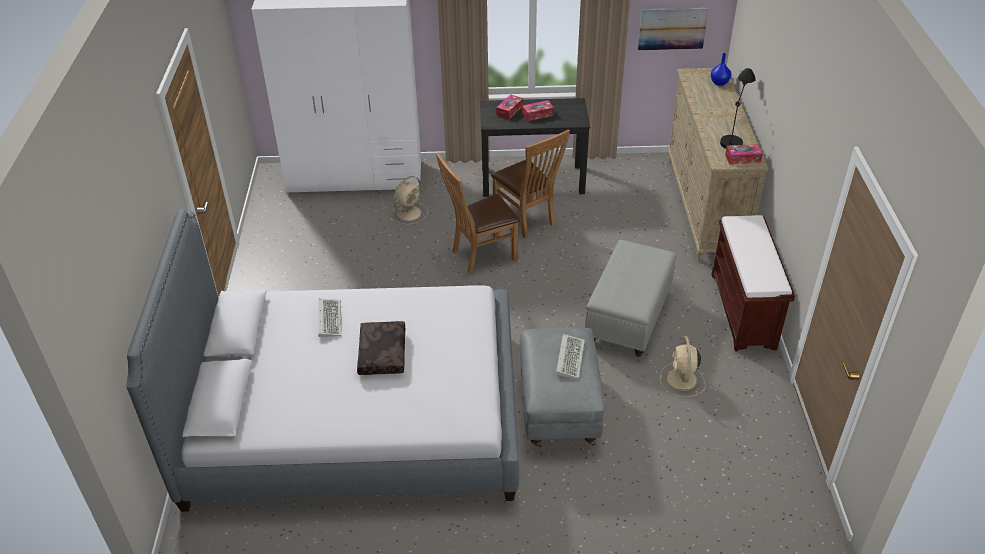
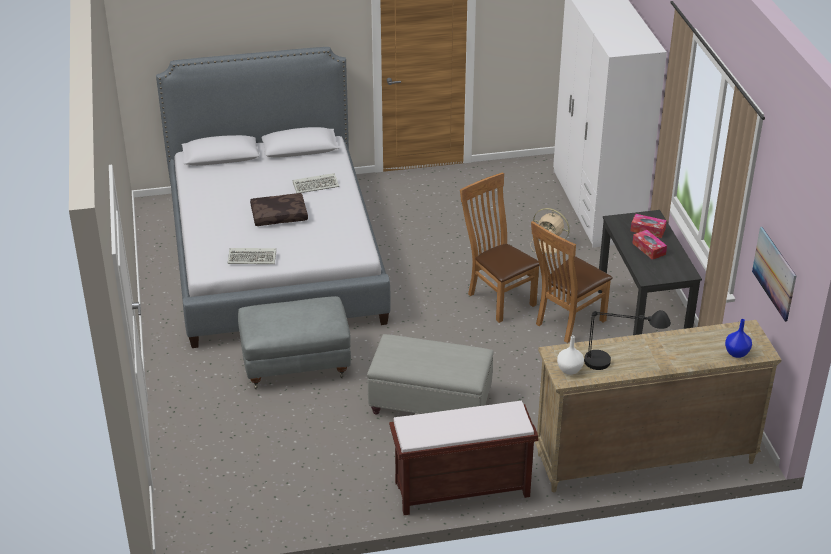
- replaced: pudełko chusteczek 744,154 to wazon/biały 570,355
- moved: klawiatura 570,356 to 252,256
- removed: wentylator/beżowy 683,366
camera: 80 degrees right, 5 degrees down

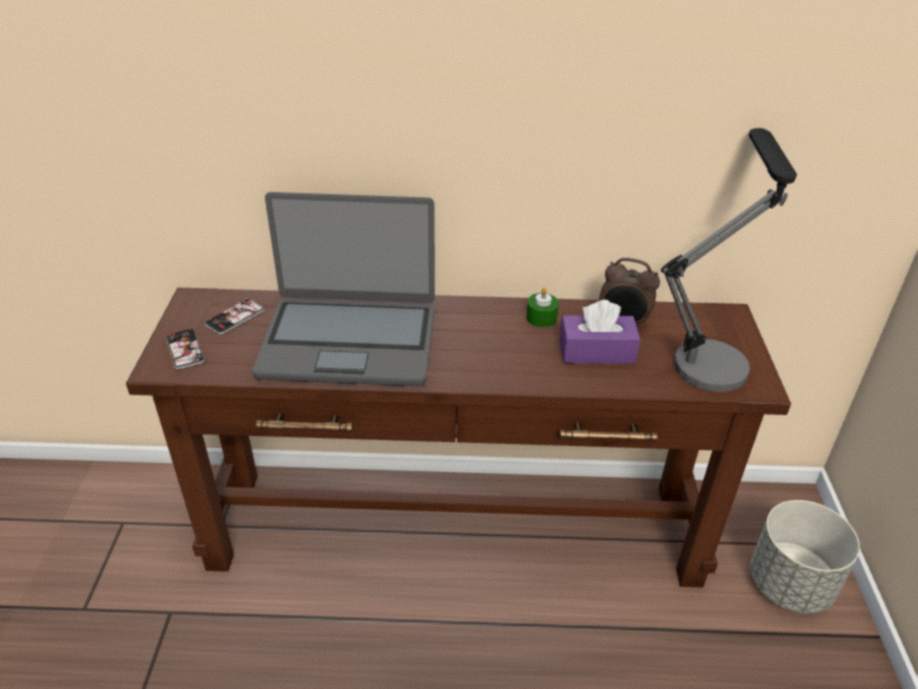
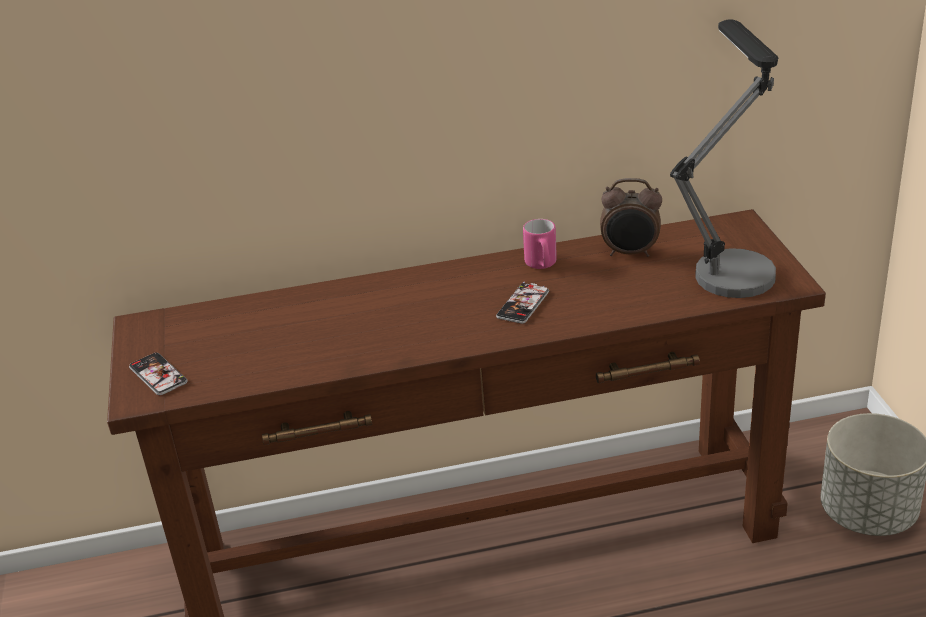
- removed: laptop 344,289
- replaced: świeca/zielony 542,308 to kubek/różowy 540,244
- moved: telefon 234,316 to 522,303
- removed: pudełko chusteczek/fioletowy 600,332
camera: 10 degrees left, 5 degrees down

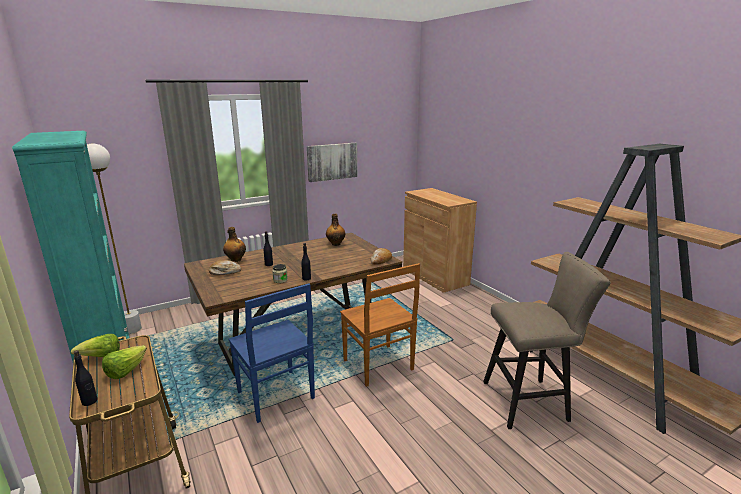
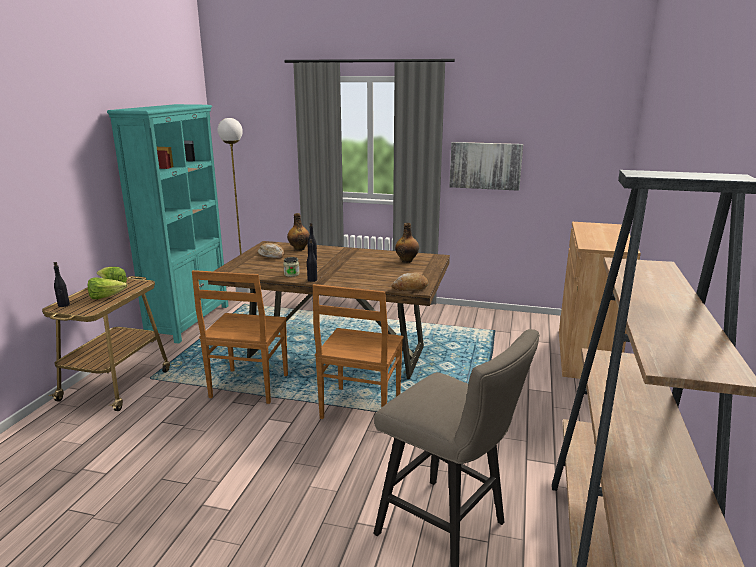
- recoloured: krzesło/niebieski 272,353 to krzesło/brązowy 240,337
camera: 45 degrees right, 0 degrees up

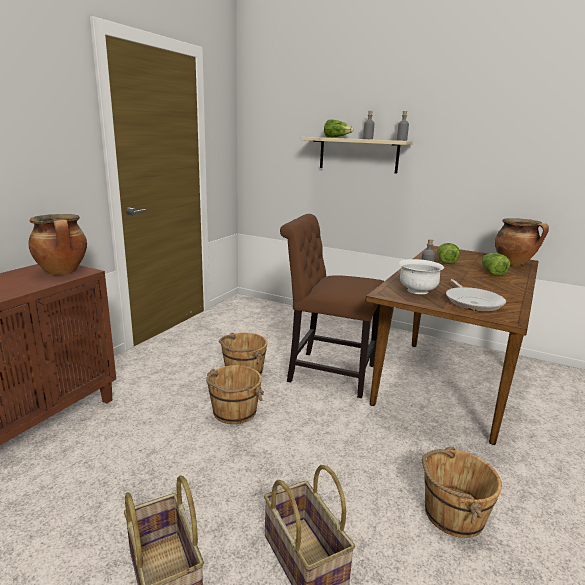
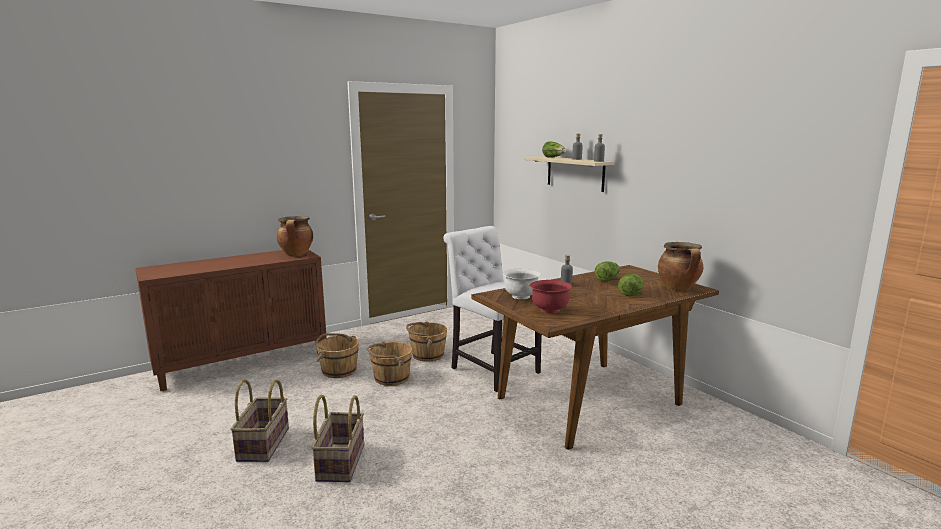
- recoloured: krzesło/brązowy 332,306 to krzesło/biały 492,309
- replaced: patelnia 476,295 to miska/czerwony 551,296
- moved: wiadro/brązowy 462,492 to 337,355
camera: 30 degrees right, 5 degrees down

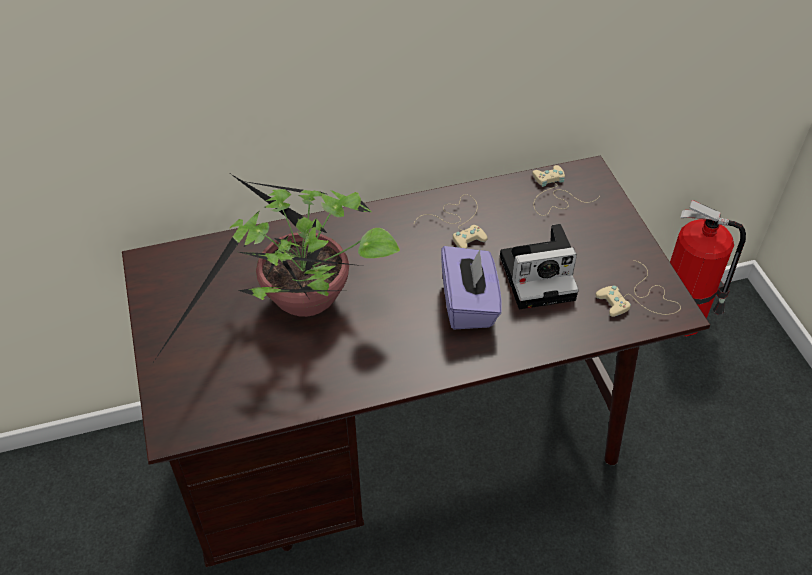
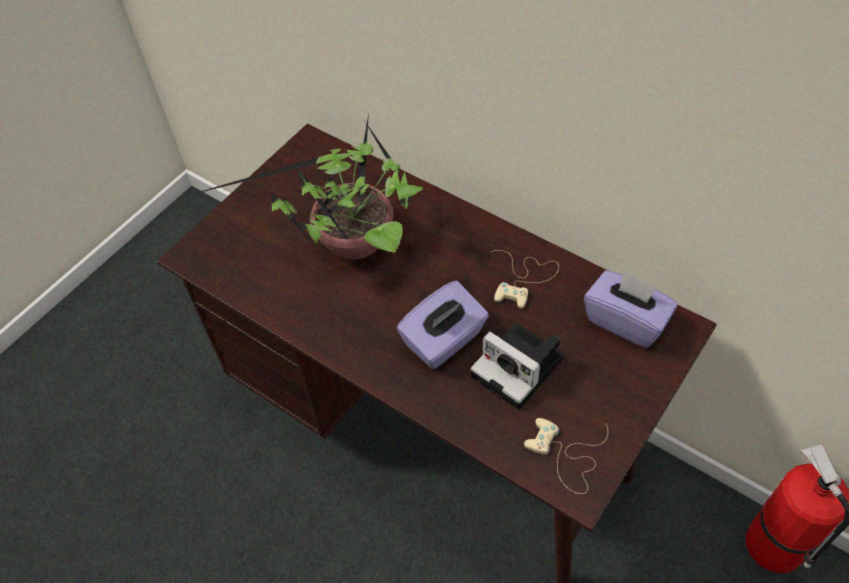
- replaced: pad do gier/beżowy 566,190 to pudełko chusteczek/fioletowy 631,309
camera: 55 degrees right, 5 degrees up

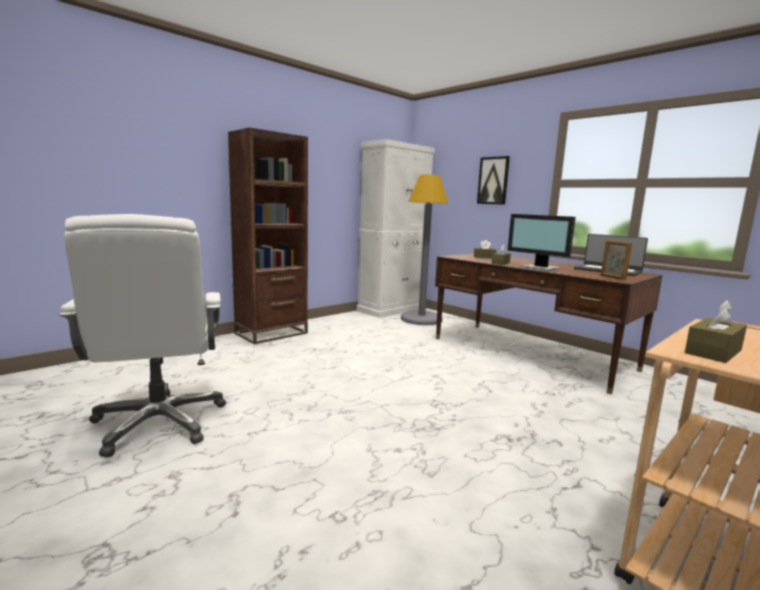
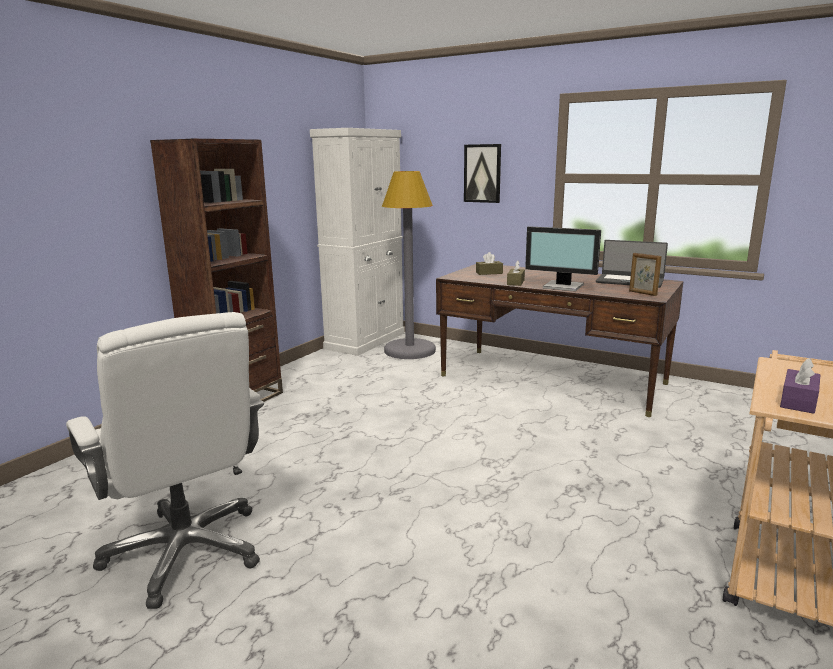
- recoloured: pudełko chusteczek/brązowy 716,331 to pudełko chusteczek/fioletowy 800,386
camera: 15 degrees left, 5 degrees up

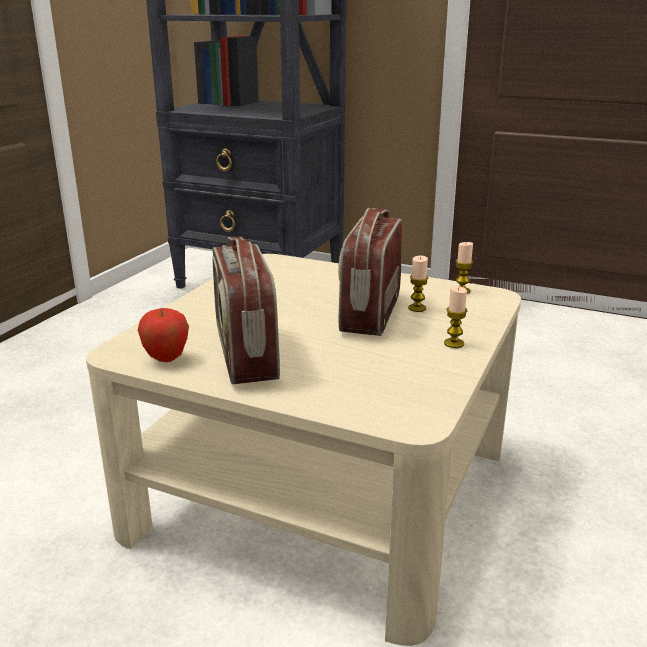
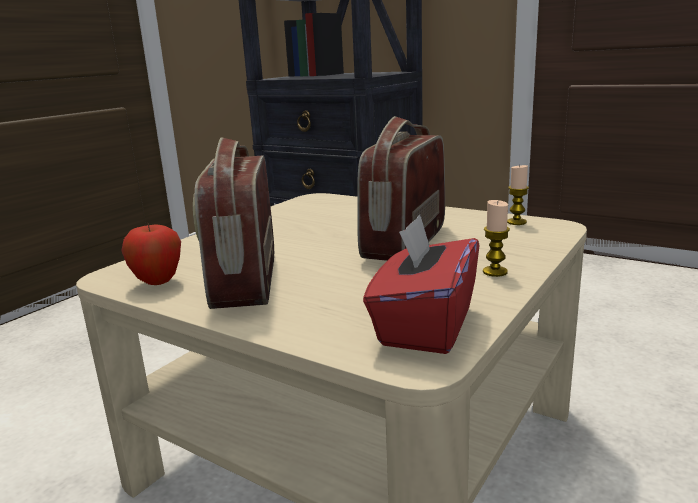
- removed: świeca 418,283
- added: pudełko chusteczek/czerwony 421,284
camera: 10 degrees right, 5 degrees down

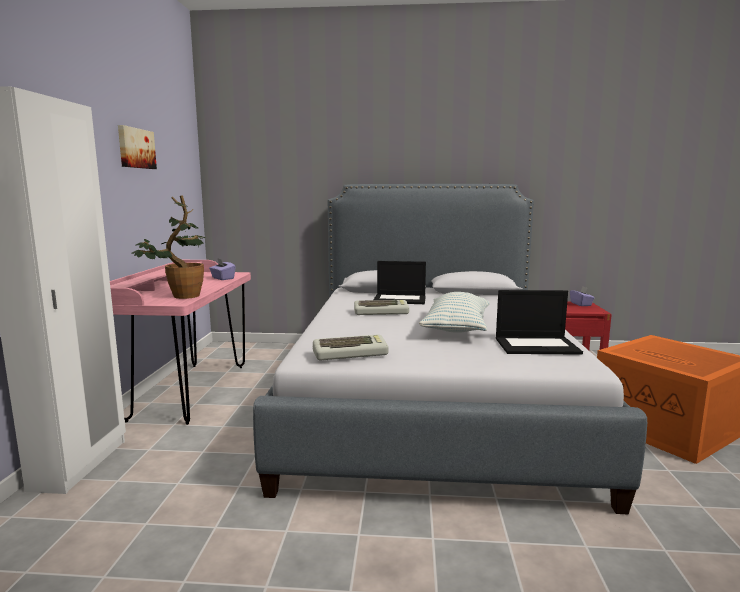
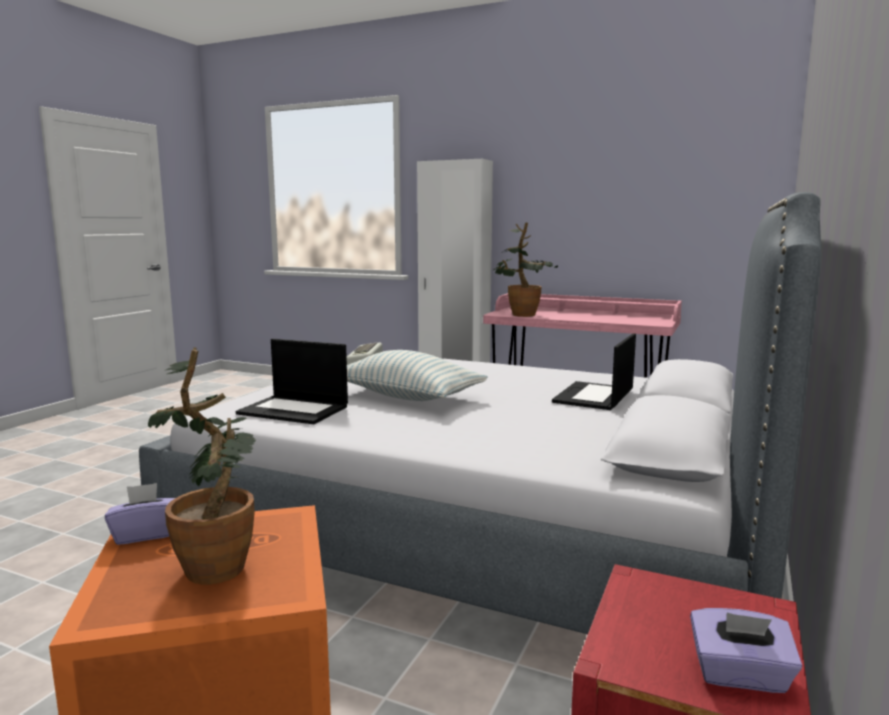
- removed: obraz 137,147
- moved: pudełko chusteczek/fioletowy 222,269 to 140,514
- turned: laptop 539,322 = 292,381 90 degrees counterclockwise
- removed: klawiatura 381,307
- added: roślina doniczkowa 202,466
camera: 110 degrees right, 0 degrees up

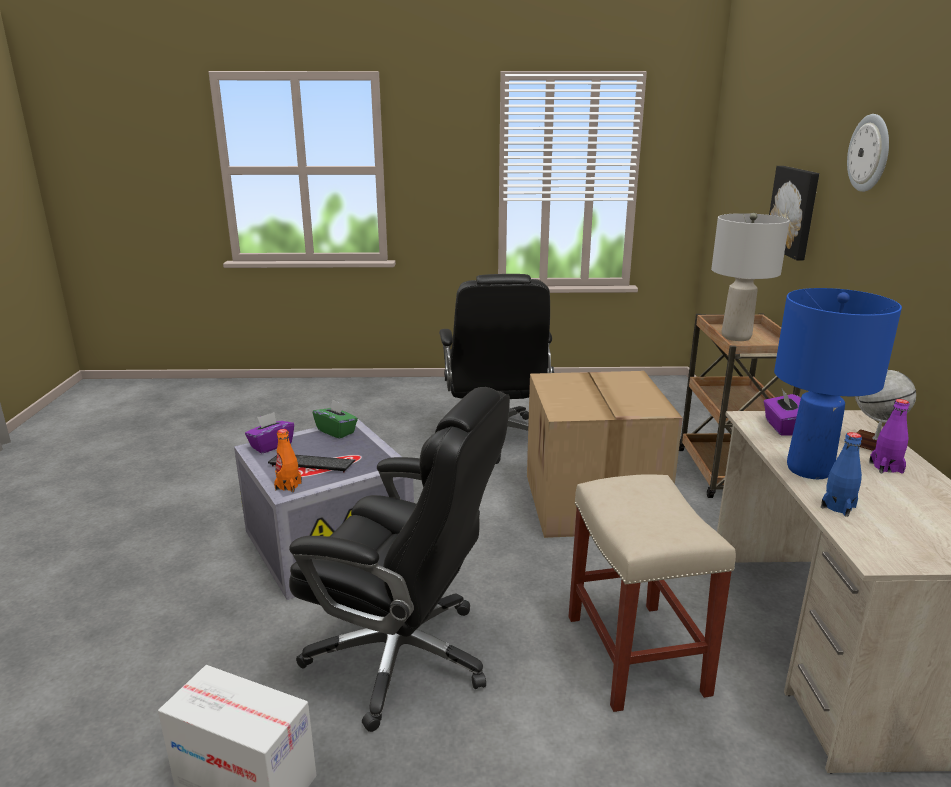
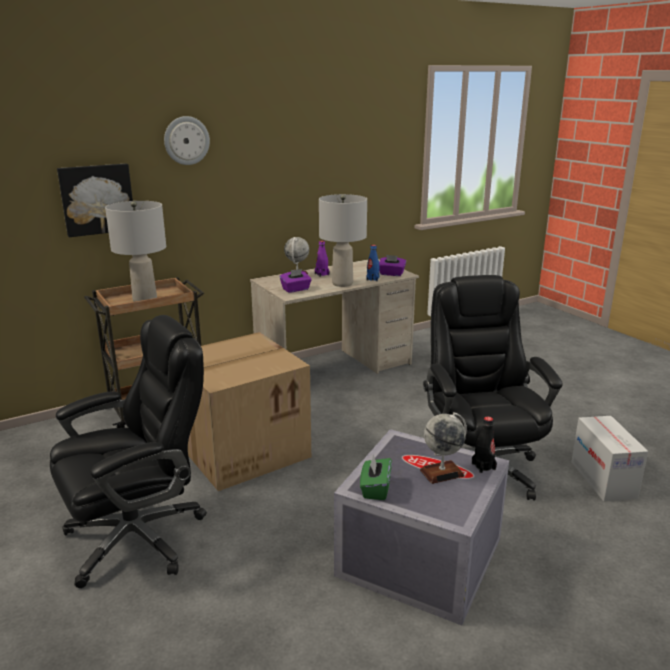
- recoloured: lampa stołowa/niebieski 838,383 to lampa stołowa/szary 343,240
- moved: pudełko chusteczek/fioletowy 269,433 to 392,265
- recoloured: butelka/pomarańczowy 288,460 to butelka/czarny 484,445
- replaced: klawiatura 312,464 to globus 443,448
- removed: stołek/beżowy 652,593
camera: 120 degrees left, 0 degrees up

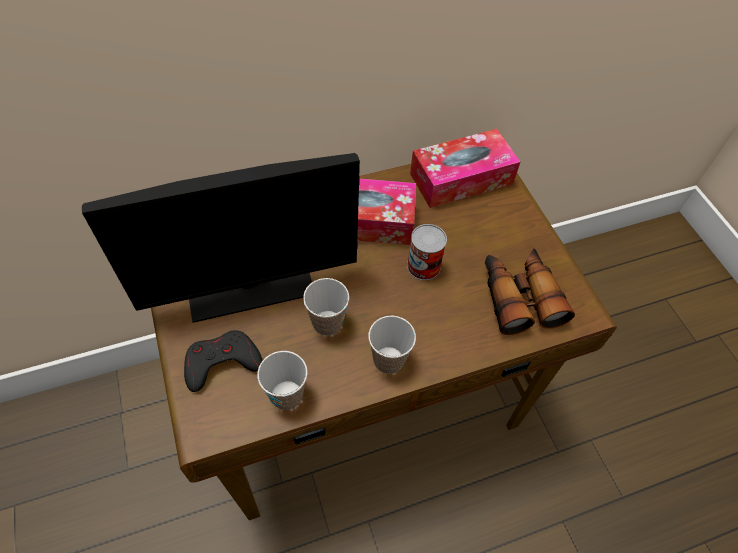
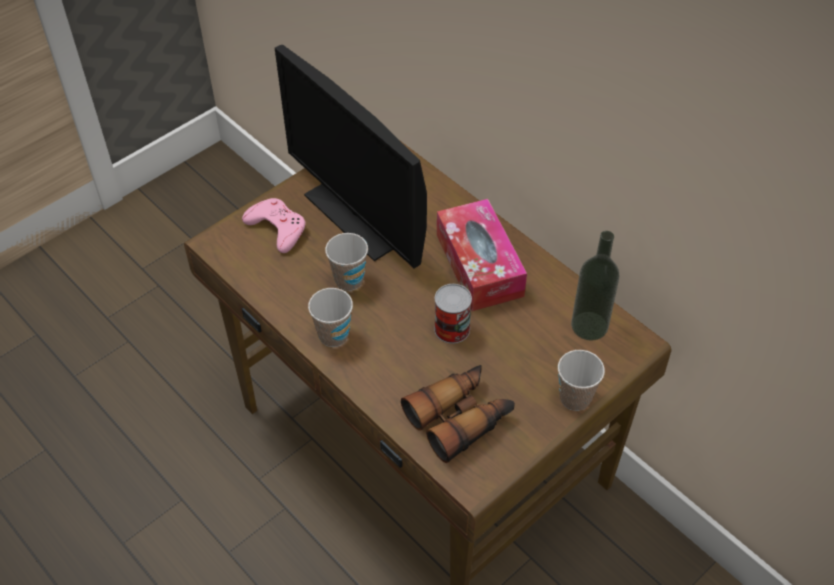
- replaced: pudełko chusteczek 465,168 to butelka 595,286
- recoloured: pad do gier/czarny 223,361 to pad do gier/różowy 273,225
- moved: filiżanka 282,380 to 581,380
camera: 70 degrees right, 5 degrees down

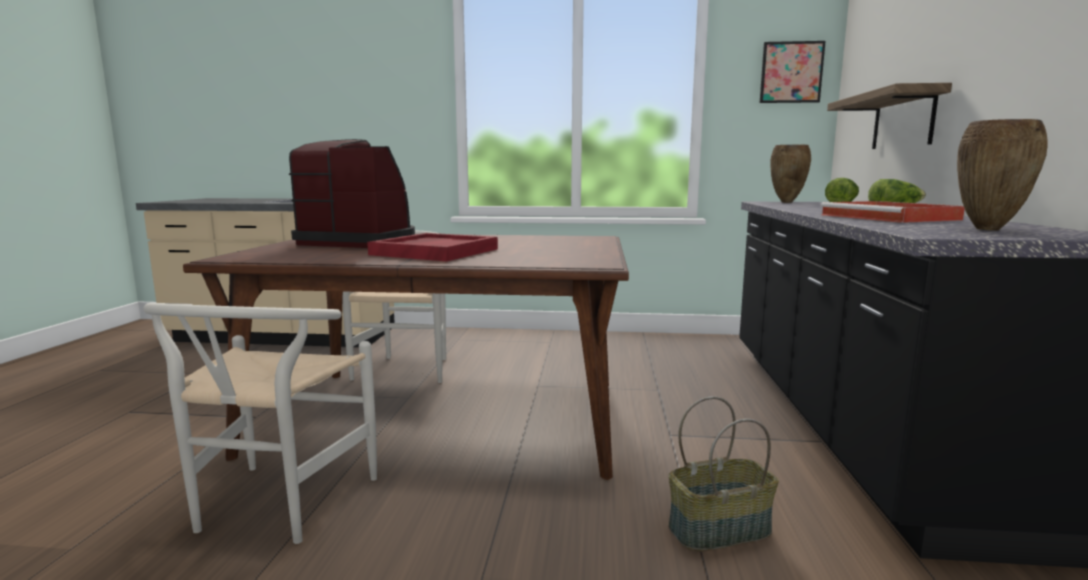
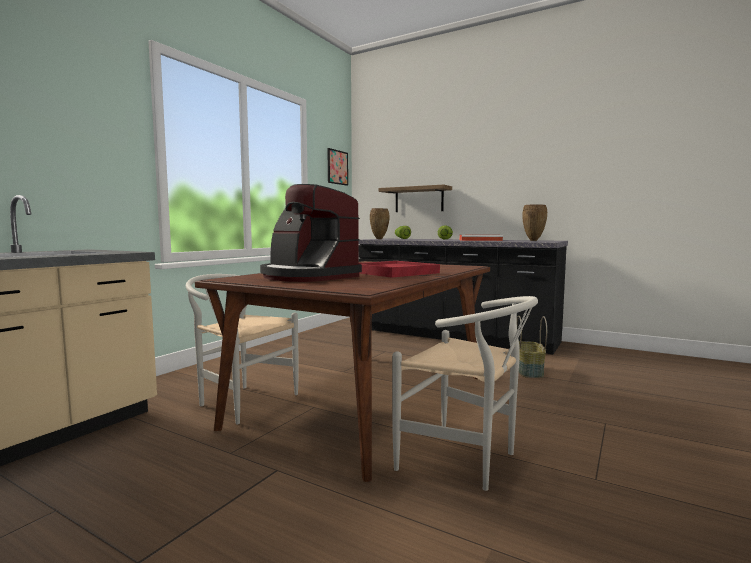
- turned: ekspres do kawy 352,193 = 311,233 90 degrees counterclockwise
camera: 65 degrees left, 5 degrees down

